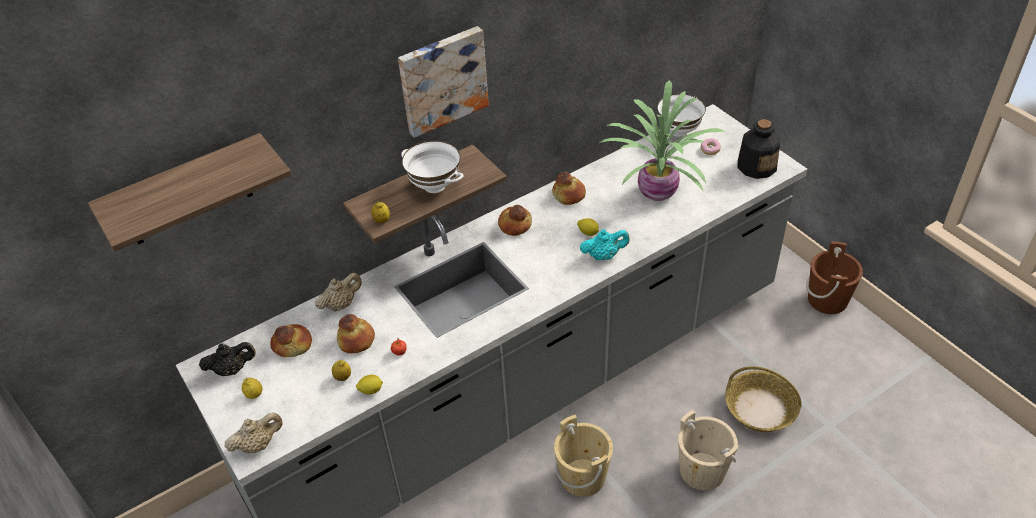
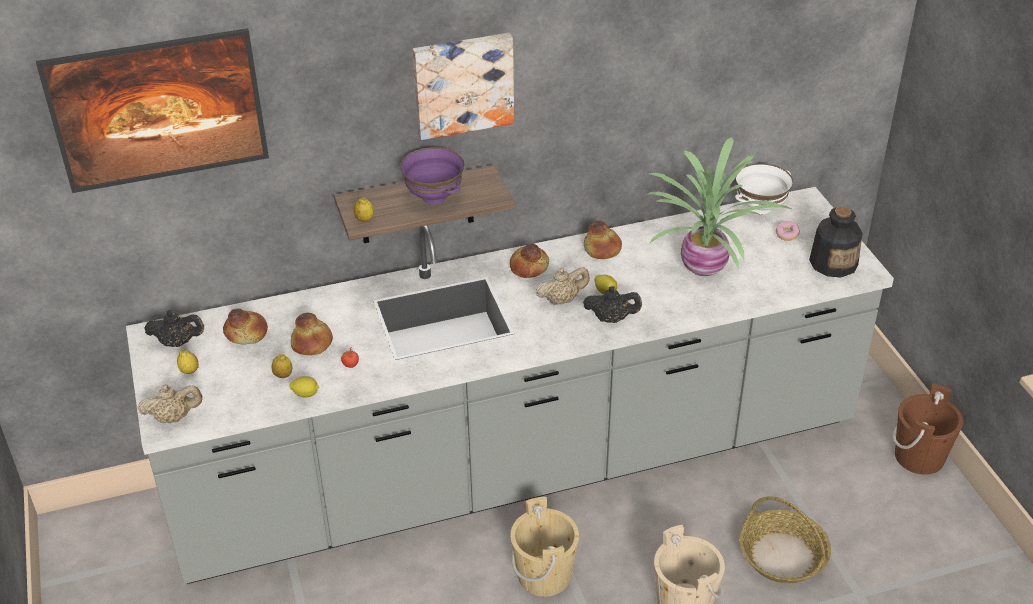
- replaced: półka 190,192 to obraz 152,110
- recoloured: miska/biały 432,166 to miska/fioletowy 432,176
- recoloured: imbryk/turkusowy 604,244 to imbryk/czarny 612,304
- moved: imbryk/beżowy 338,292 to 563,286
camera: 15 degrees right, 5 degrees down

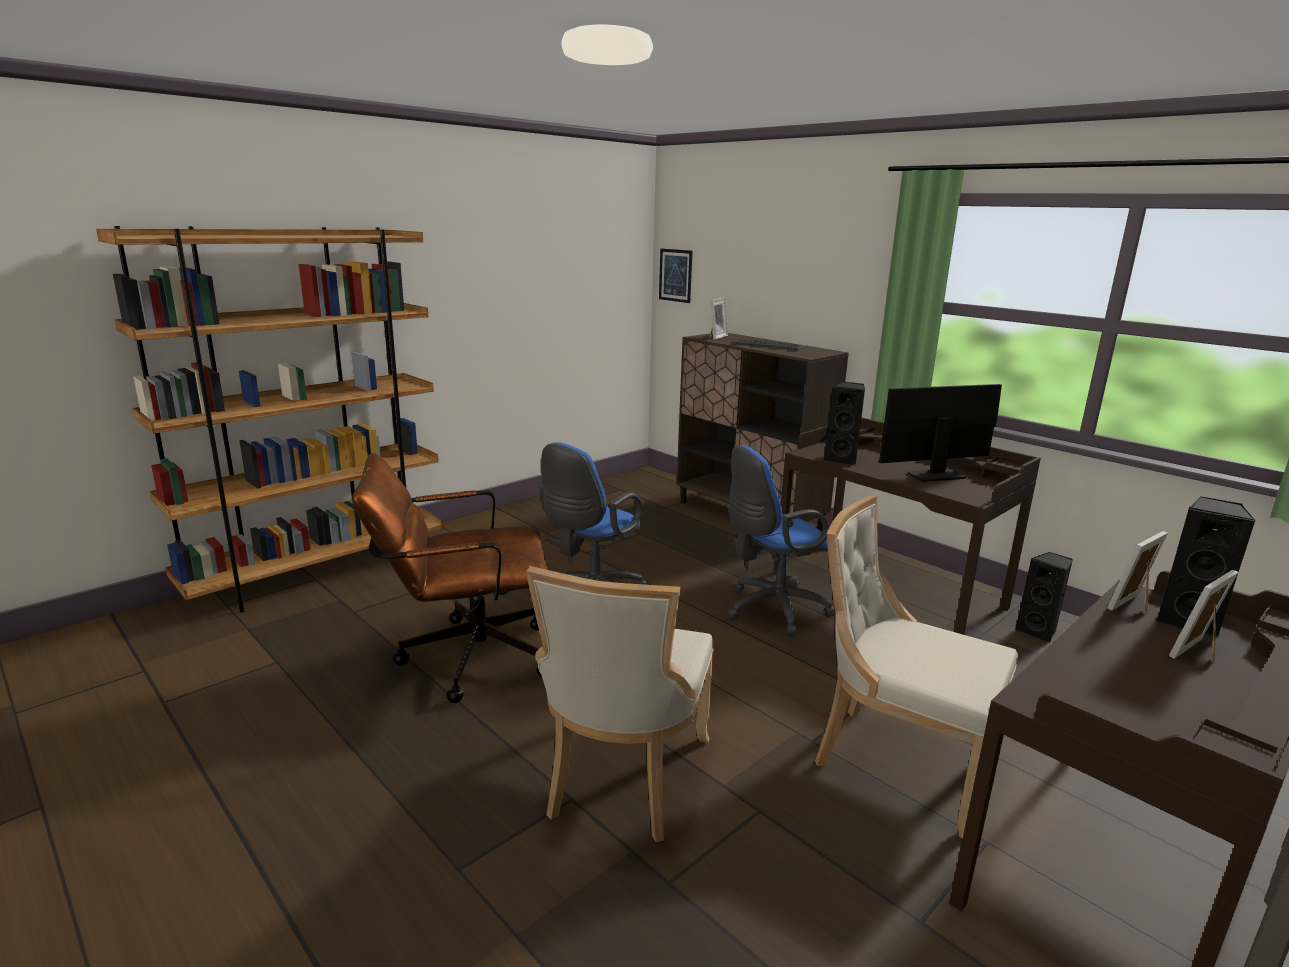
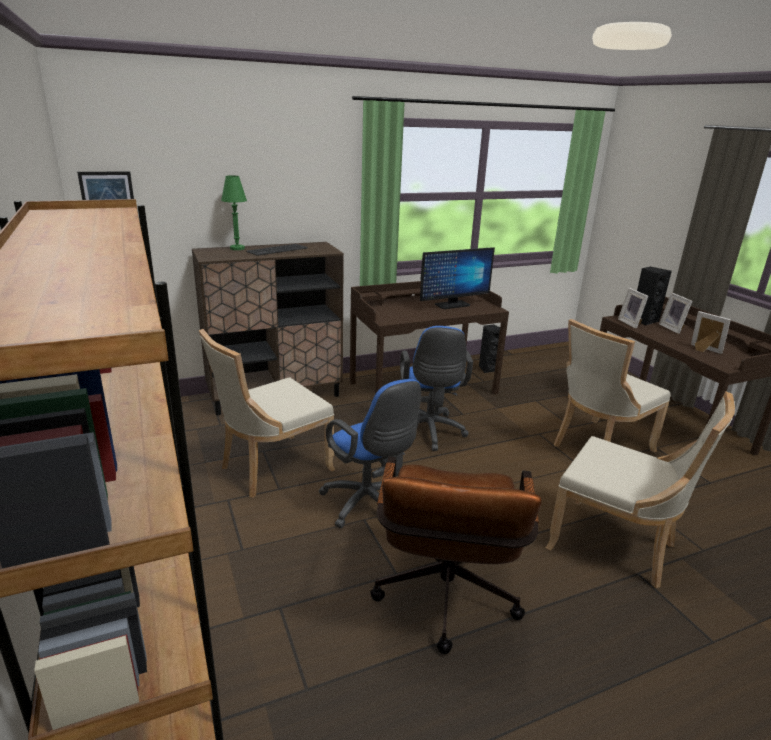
- moved: ramka na zdjęcie 719,319 to 711,332
- removed: głośnik/czarny 844,423
- turned: monitor 940,433 = 457,278 120 degrees counterclockwise
- added: lampa stołowa/zielony 234,212
- added: krzesło/beżowy 267,413
camera: 70 degrees left, 5 degrees up

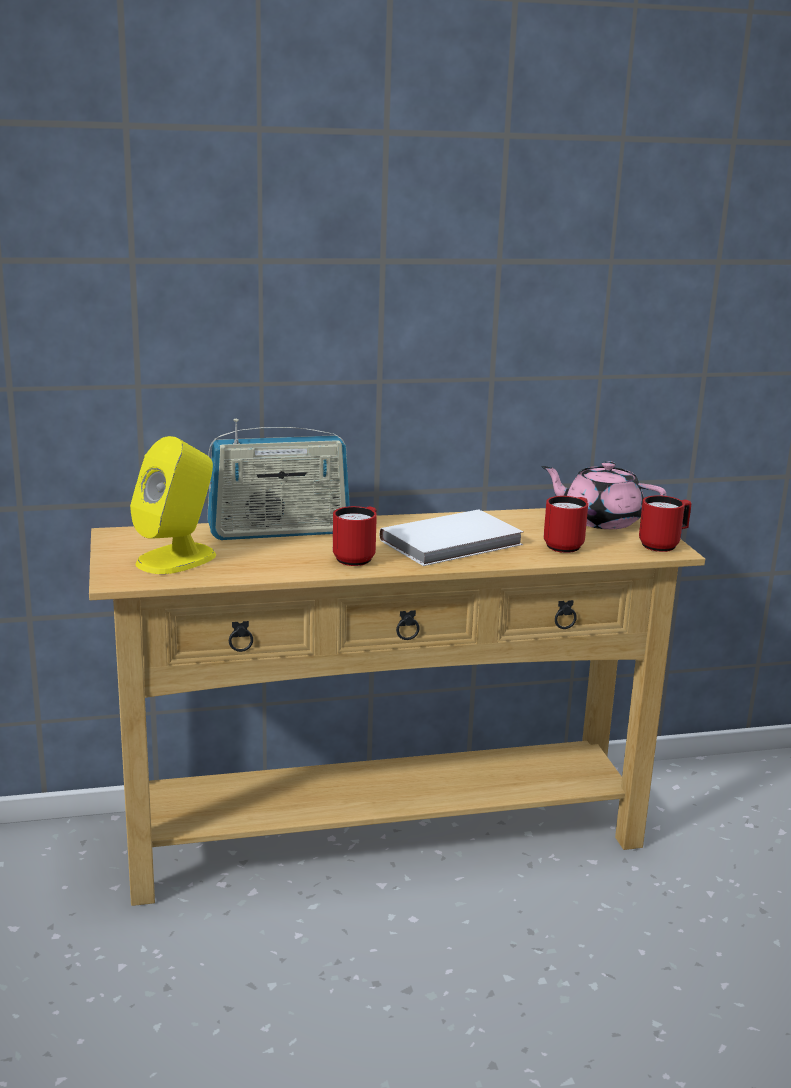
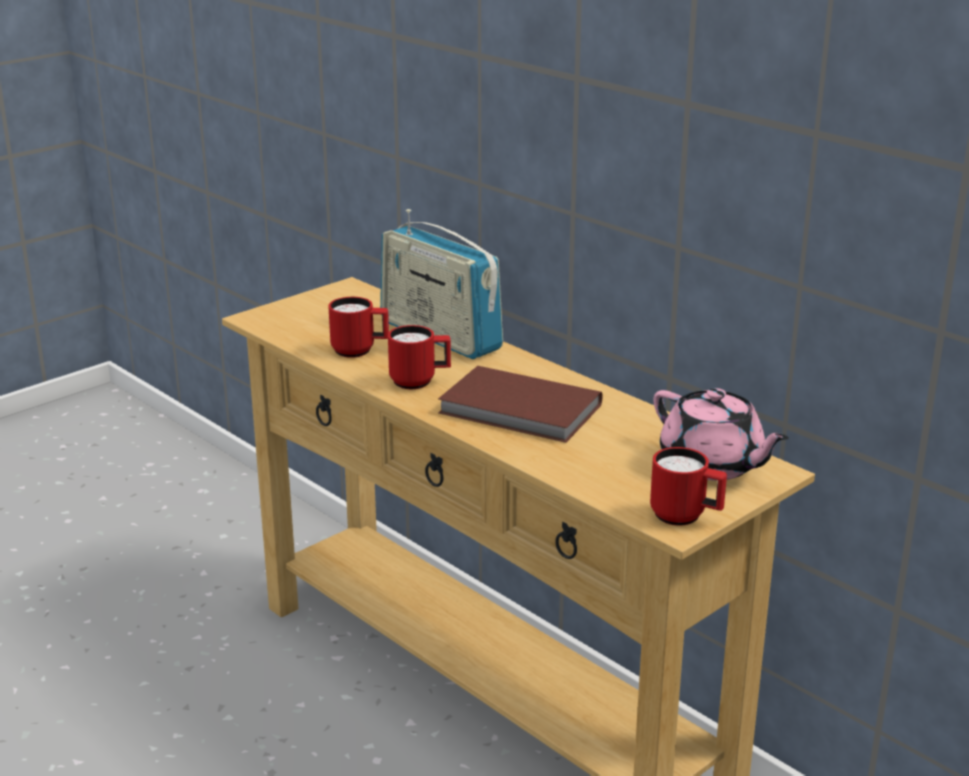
- removed: głośnik/żółty 173,505
- turned: imbryk/różowy 603,495 = 721,434 150 degrees clockwise
- moved: kubek/czerwony 566,524 to 358,327
- recoloured: książka/biały 451,537 to książka/brązowy 520,404
camera: 60 degrees right, 5 degrees up

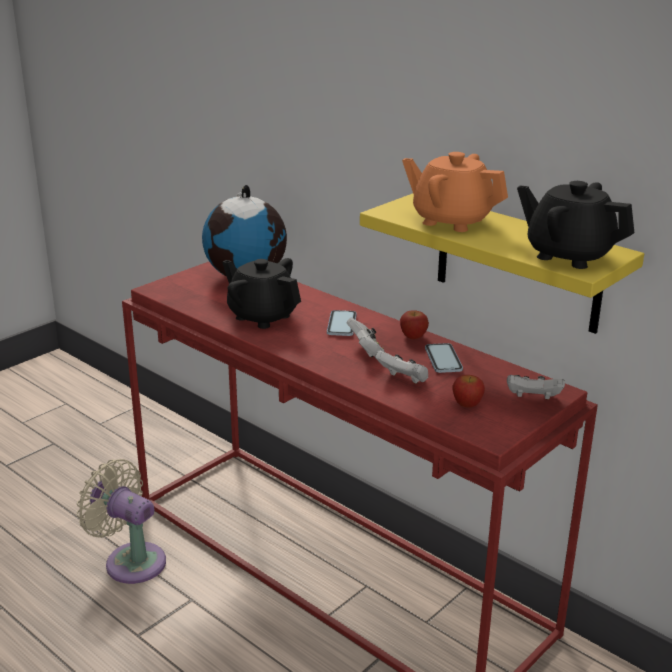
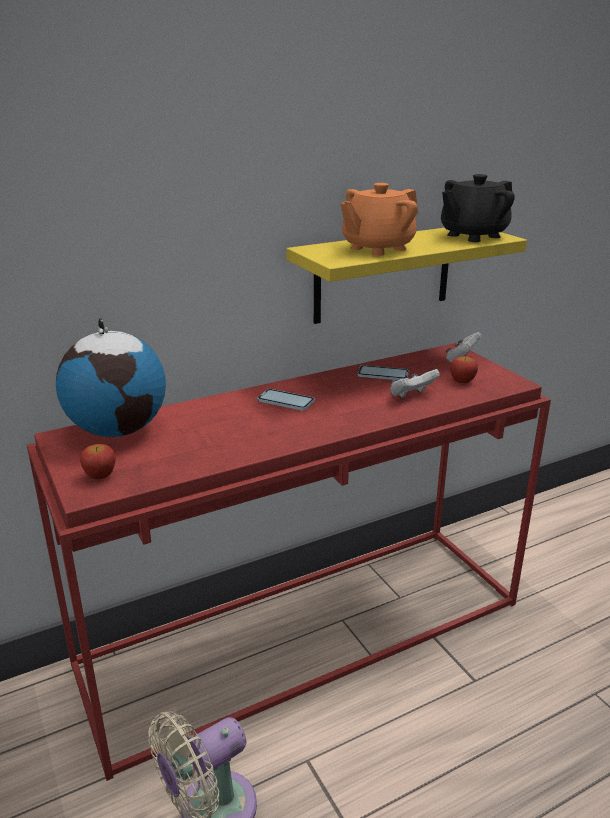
- removed: imbryk/czarny 261,293
- moved: jabłko 414,324 to 98,461
- removed: pad do gier/biały 366,337
camera: 70 degrees left, 0 degrees up

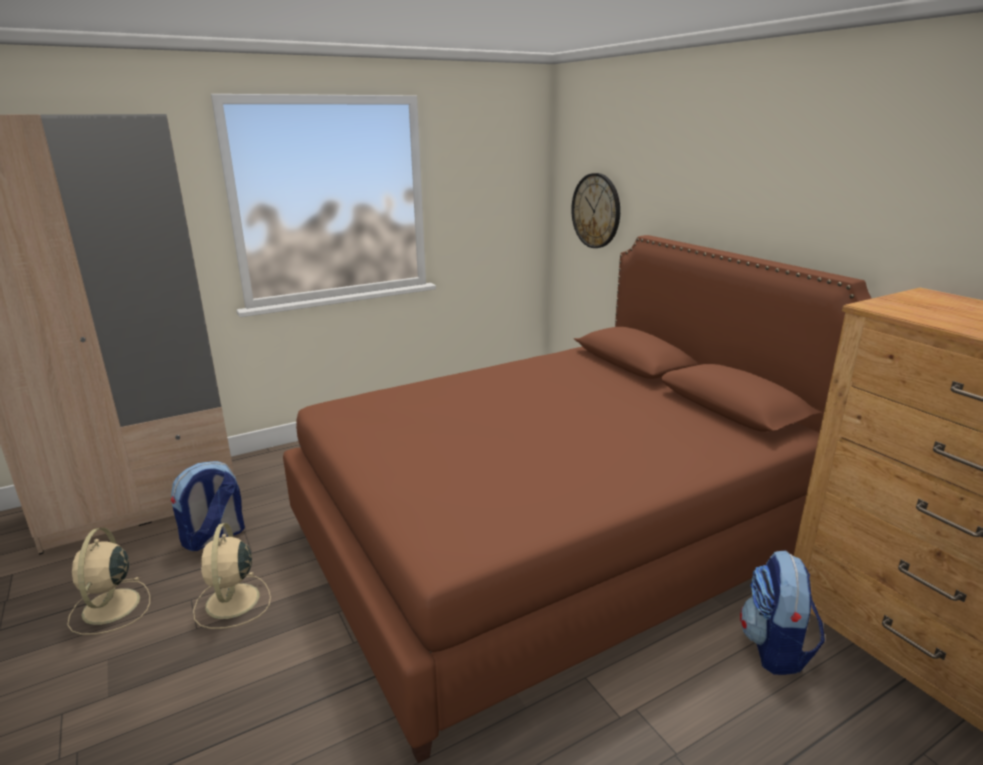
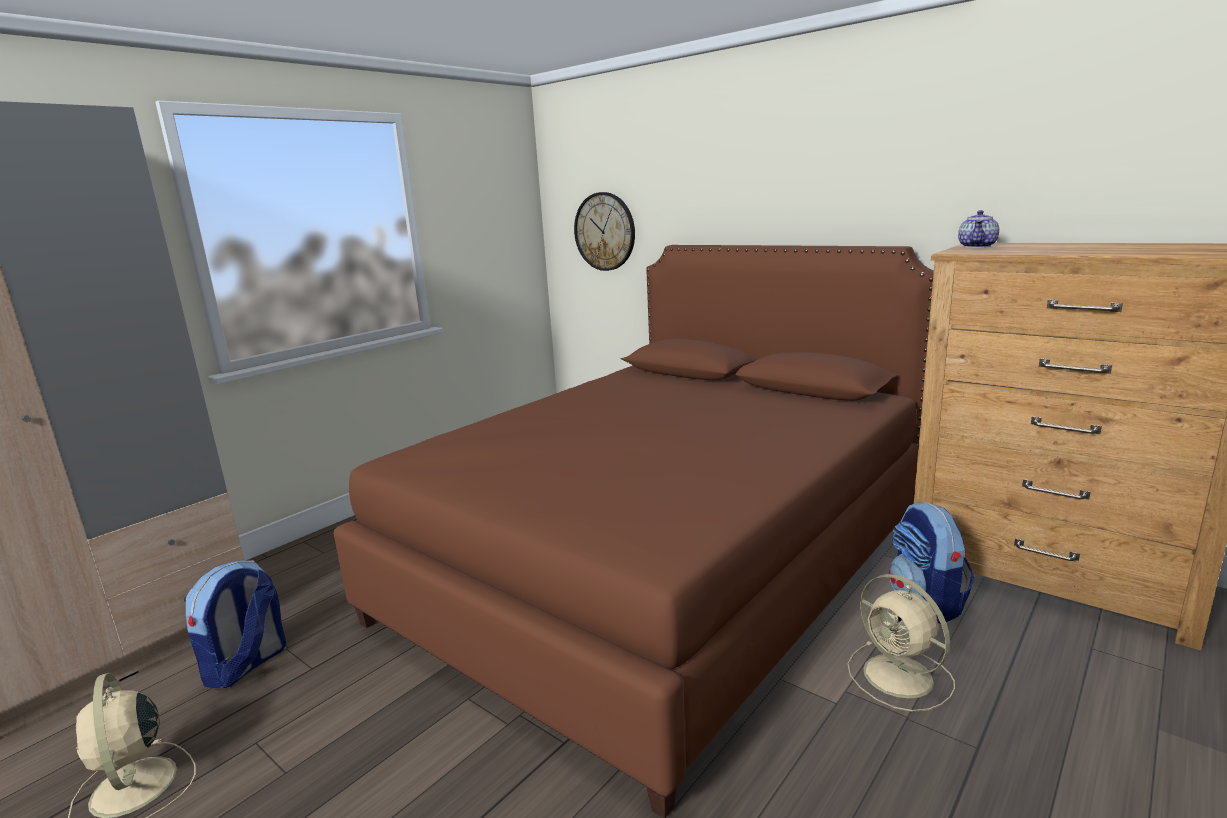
- moved: wentylator/beżowy 232,576 to 901,643
- added: imbryk 978,229
camera: 20 degrees left, 5 degrees down

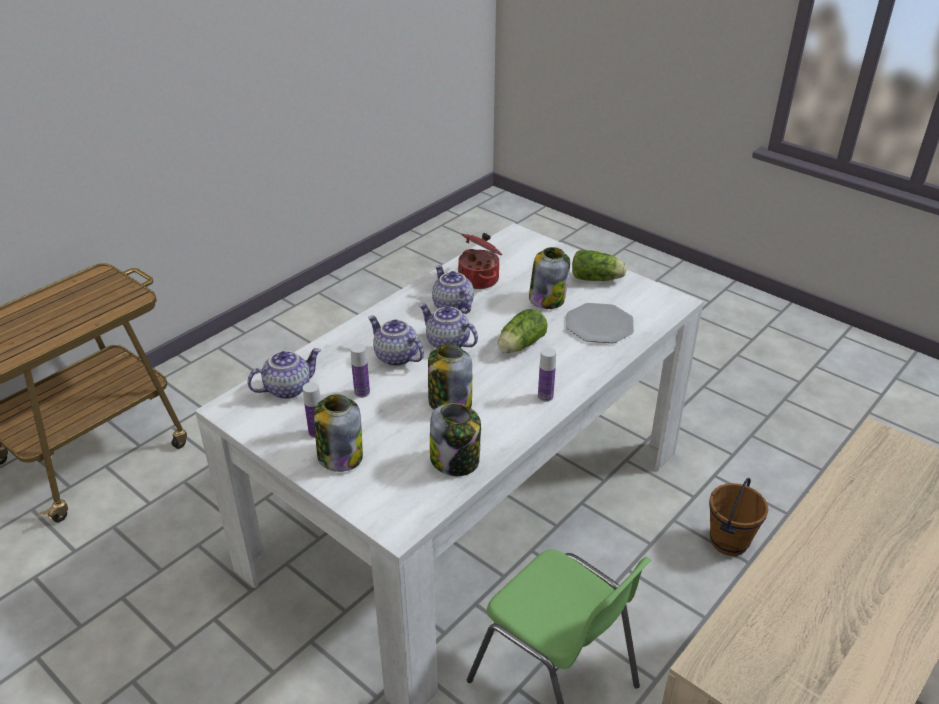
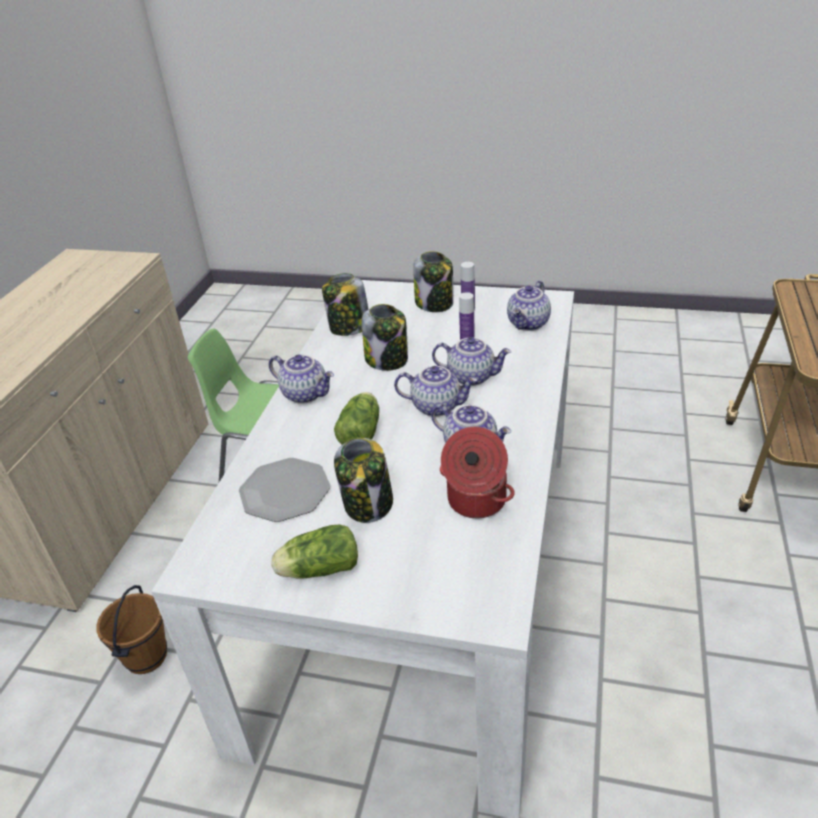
- replaced: butelka 547,375 to imbryk 301,379
camera: 155 degrees right, 0 degrees up

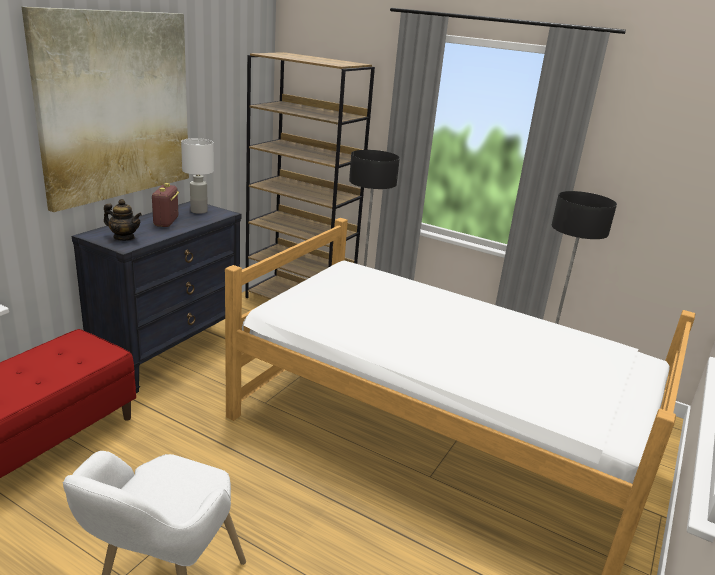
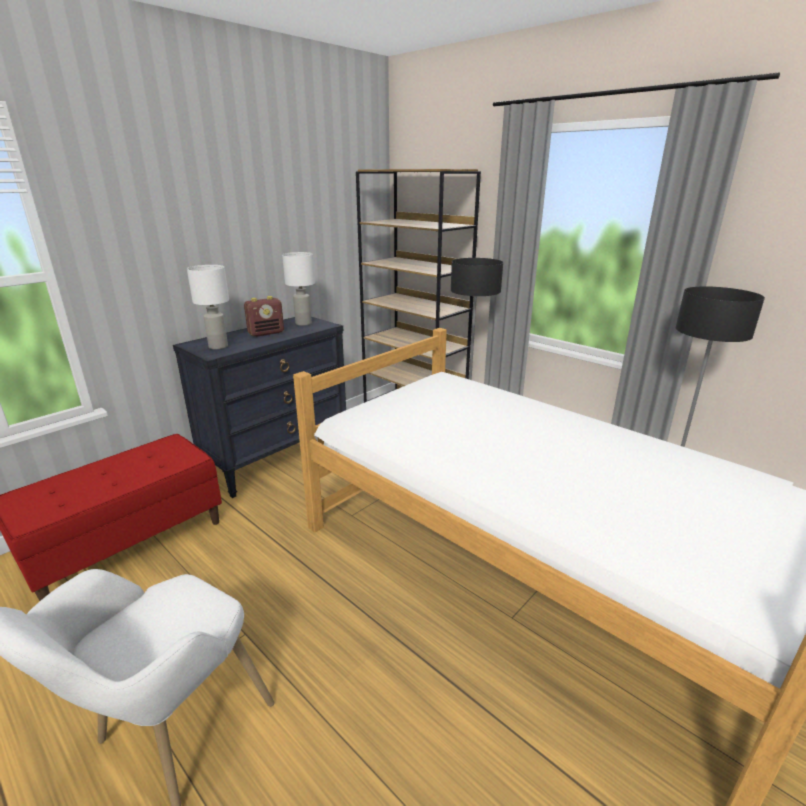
- removed: obraz 105,109
- turned: radio 165,205 = 264,316 135 degrees counterclockwise
- replaced: imbryk 123,220 to lampa stołowa/biały 208,307
camera: 15 degrees right, 0 degrees up

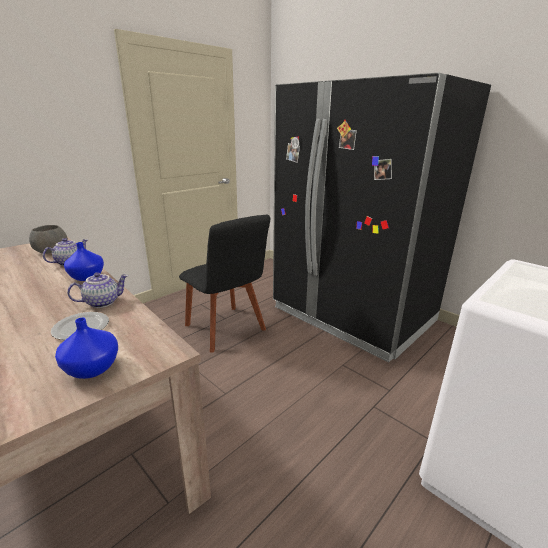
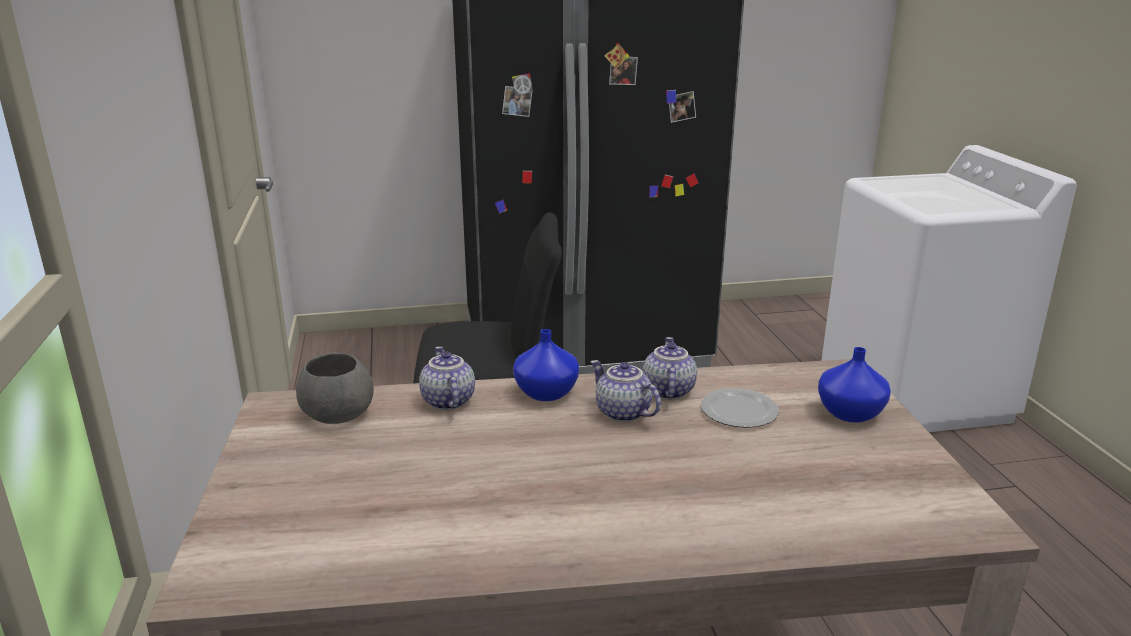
- added: imbryk 625,391
camera: 55 degrees left, 0 degrees up

